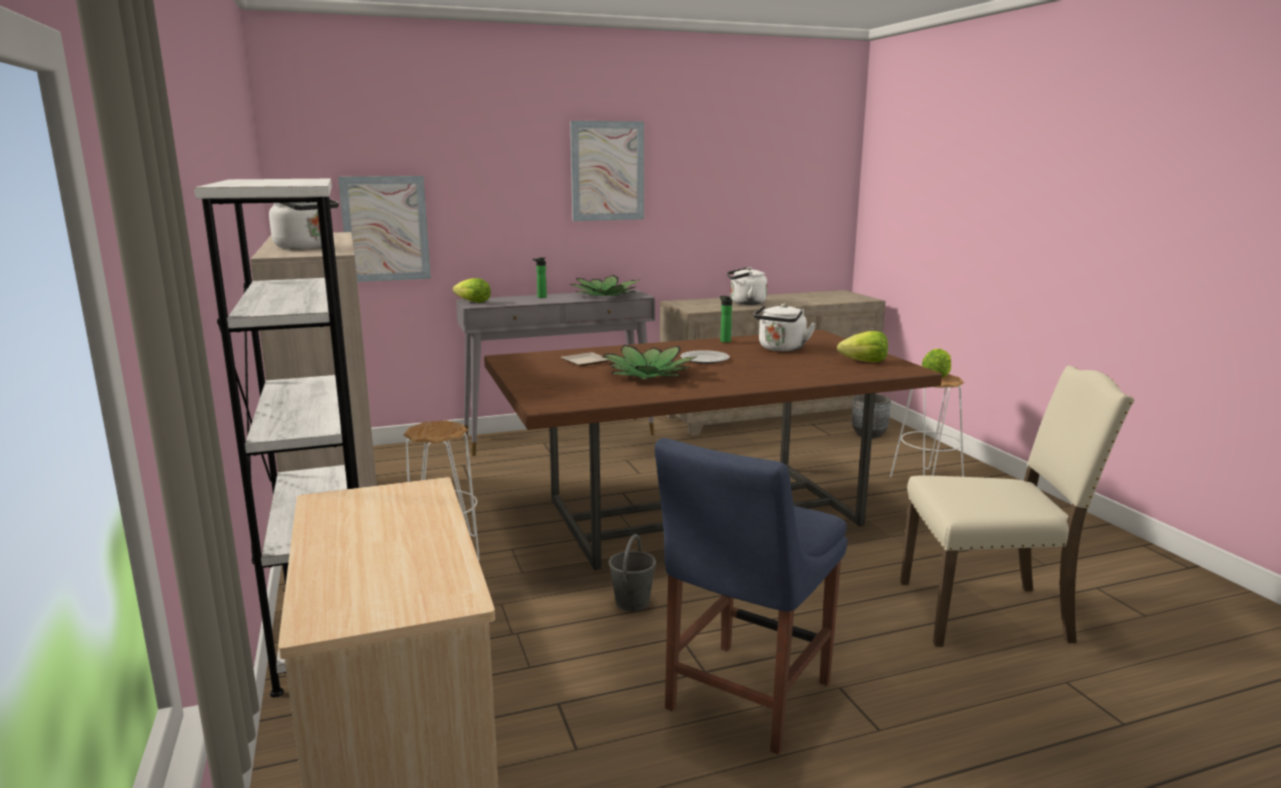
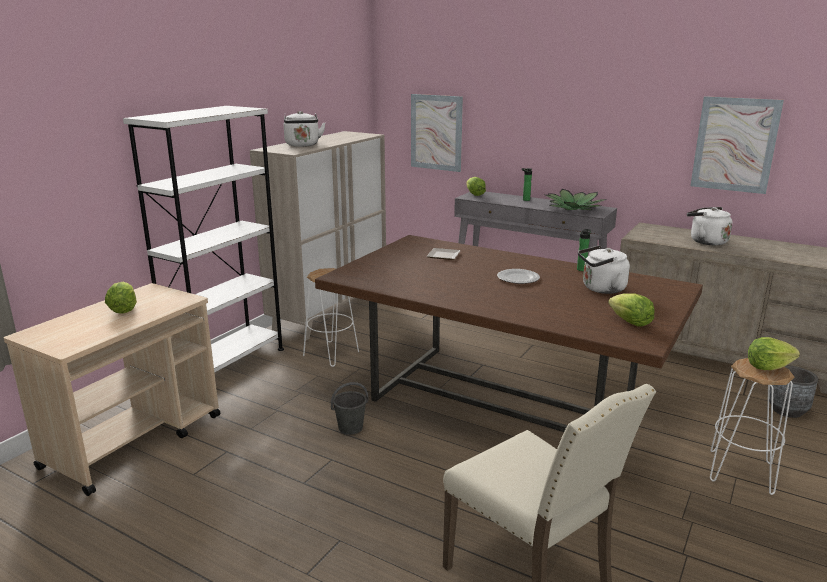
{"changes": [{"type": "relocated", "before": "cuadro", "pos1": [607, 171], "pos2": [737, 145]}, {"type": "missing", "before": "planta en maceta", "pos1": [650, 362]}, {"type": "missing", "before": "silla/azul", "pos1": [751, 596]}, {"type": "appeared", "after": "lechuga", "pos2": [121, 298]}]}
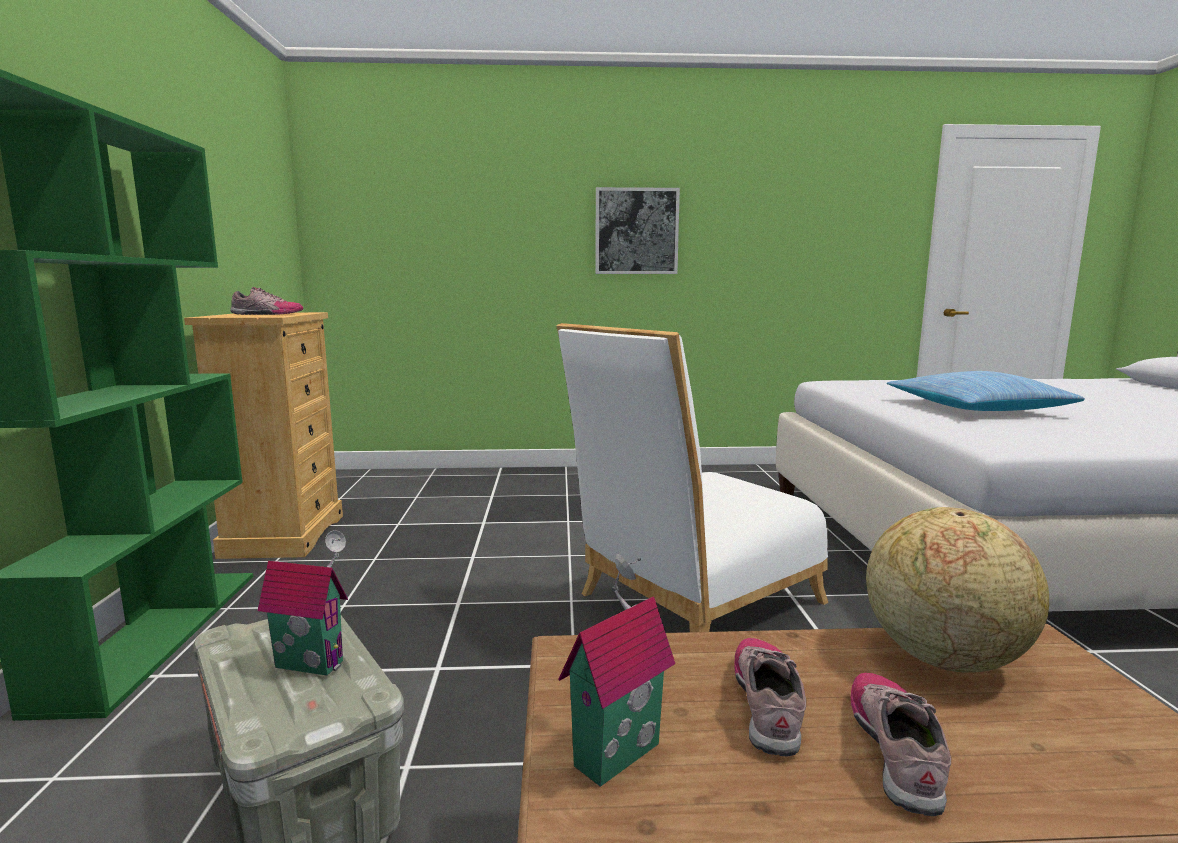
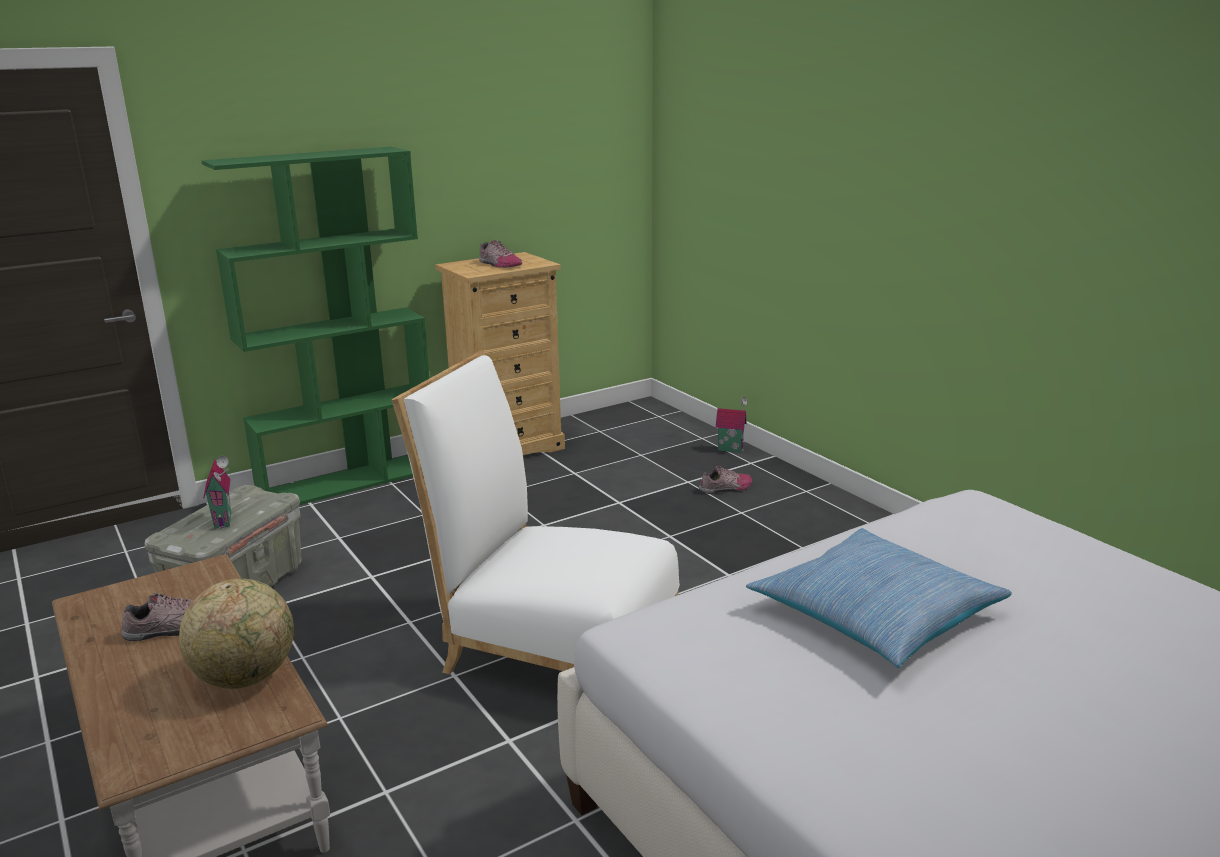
{"changes": [{"type": "missing", "before": "cuadro", "pos1": [638, 230]}, {"type": "relocated", "before": "casita", "pos1": [616, 670], "pos2": [732, 425]}, {"type": "relocated", "before": "zapato", "pos1": [901, 744], "pos2": [725, 480]}]}
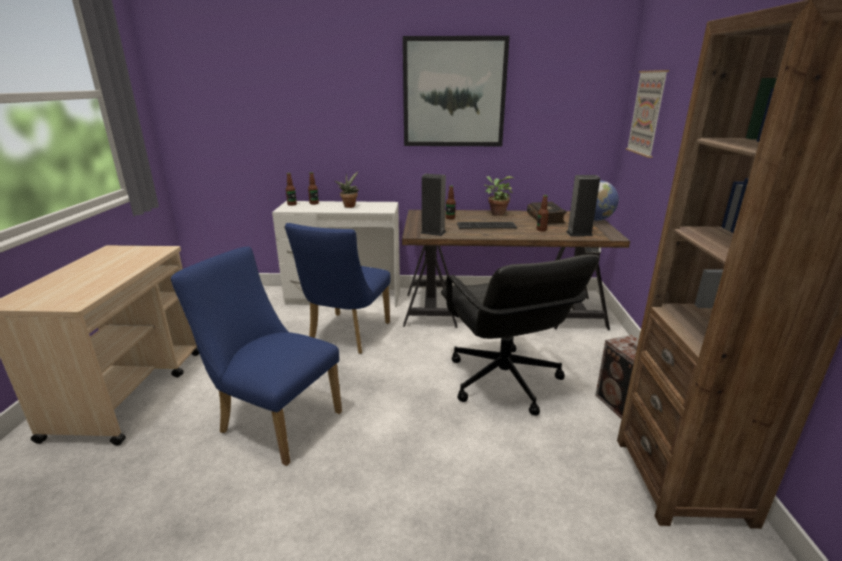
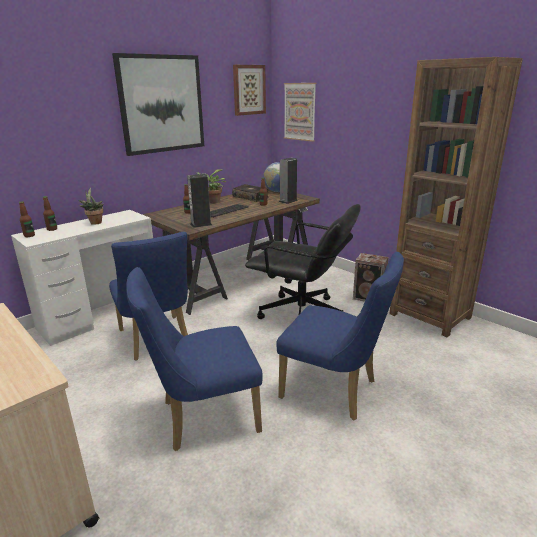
{"changes": [{"type": "appeared", "after": "cuadro", "pos2": [249, 90]}, {"type": "appeared", "after": "silla/azul", "pos2": [340, 336]}]}
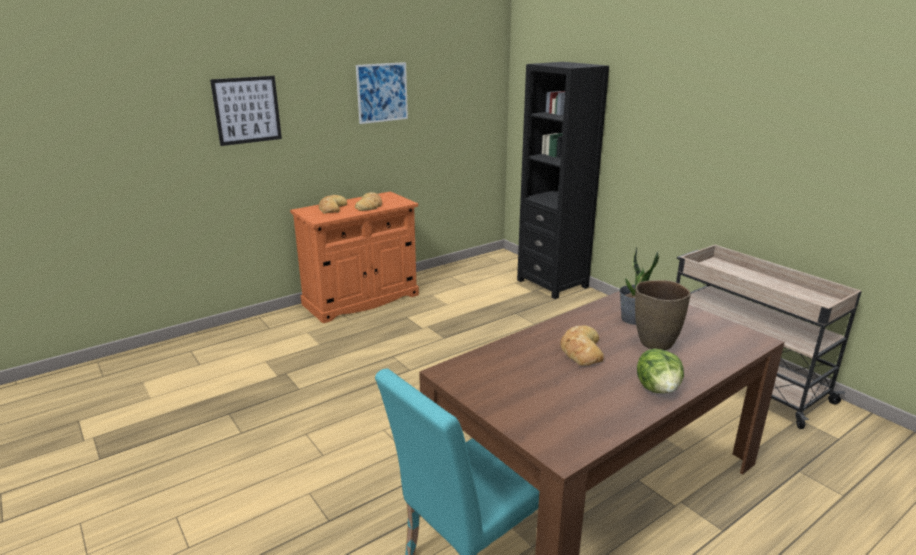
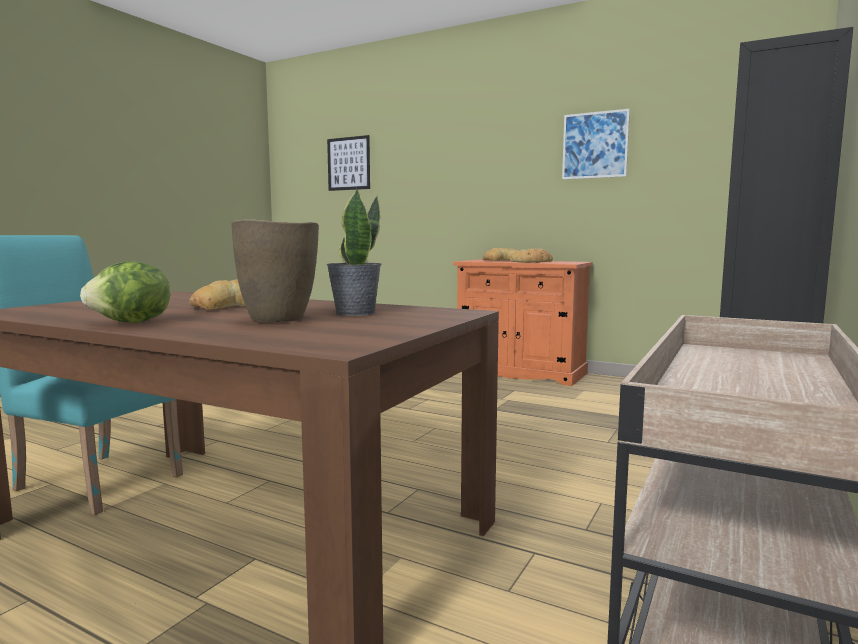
{"changes": [{"type": "relocated", "before": "cuadro", "pos1": [246, 111], "pos2": [348, 163]}]}
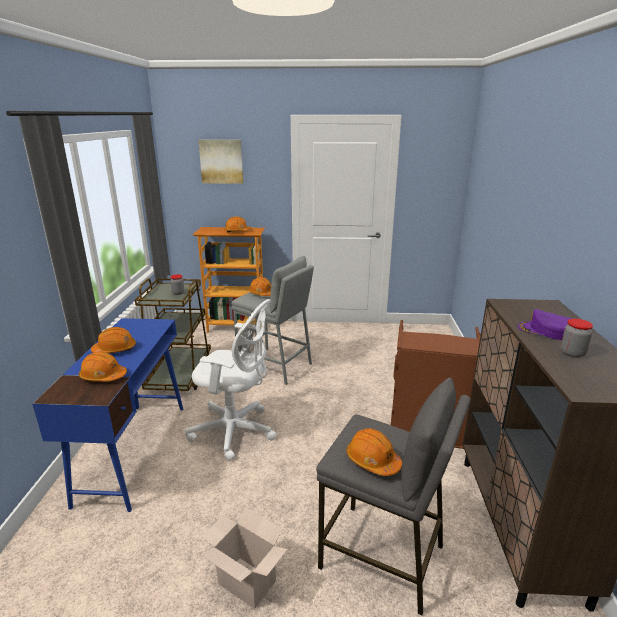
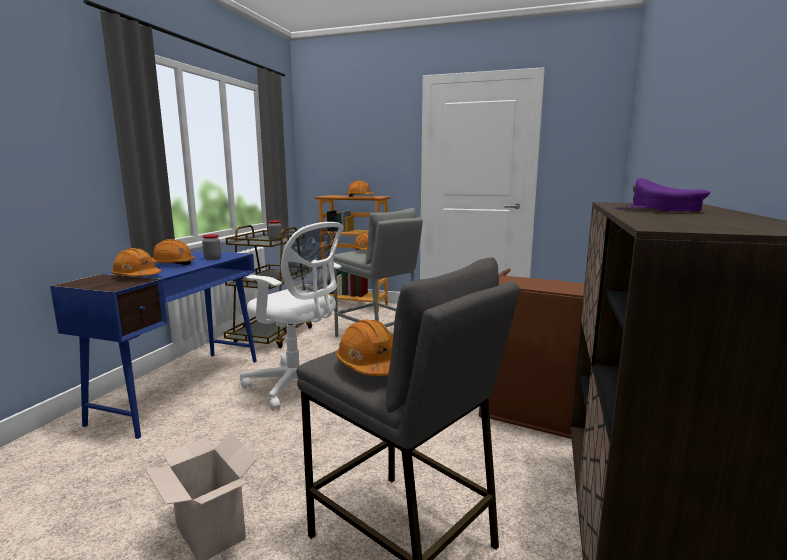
{"changes": [{"type": "missing", "before": "cuadro", "pos1": [220, 161]}, {"type": "relocated", "before": "tarro", "pos1": [577, 338], "pos2": [211, 247]}]}
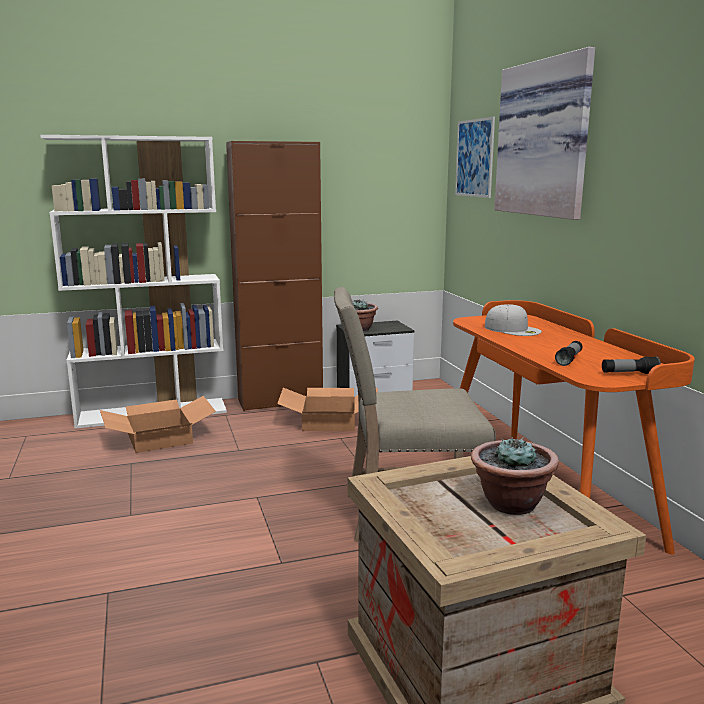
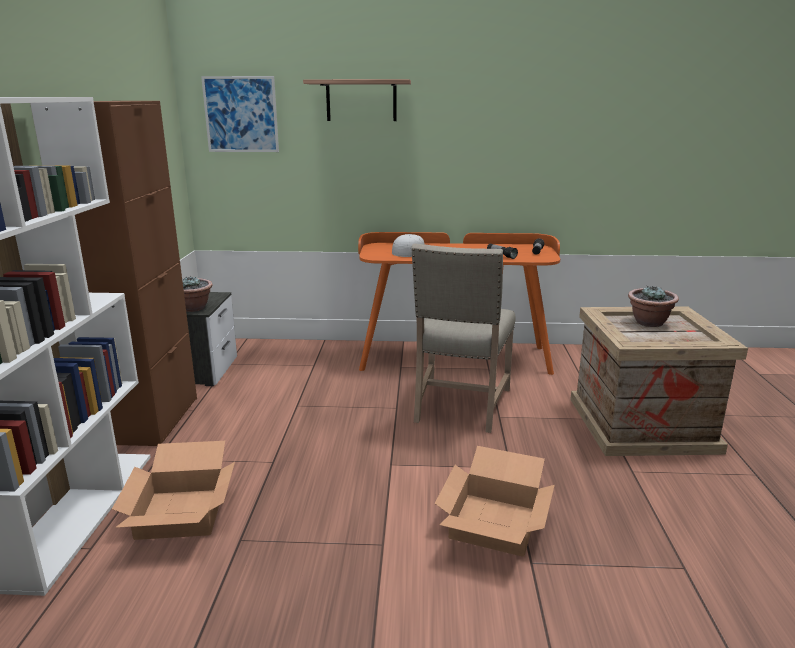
{"changes": [{"type": "exchanged", "before": "cuadro", "after": "estante", "pos1": [544, 133], "pos2": [357, 100]}, {"type": "relocated", "before": "caja de cartón", "pos1": [327, 409], "pos2": [495, 501]}]}
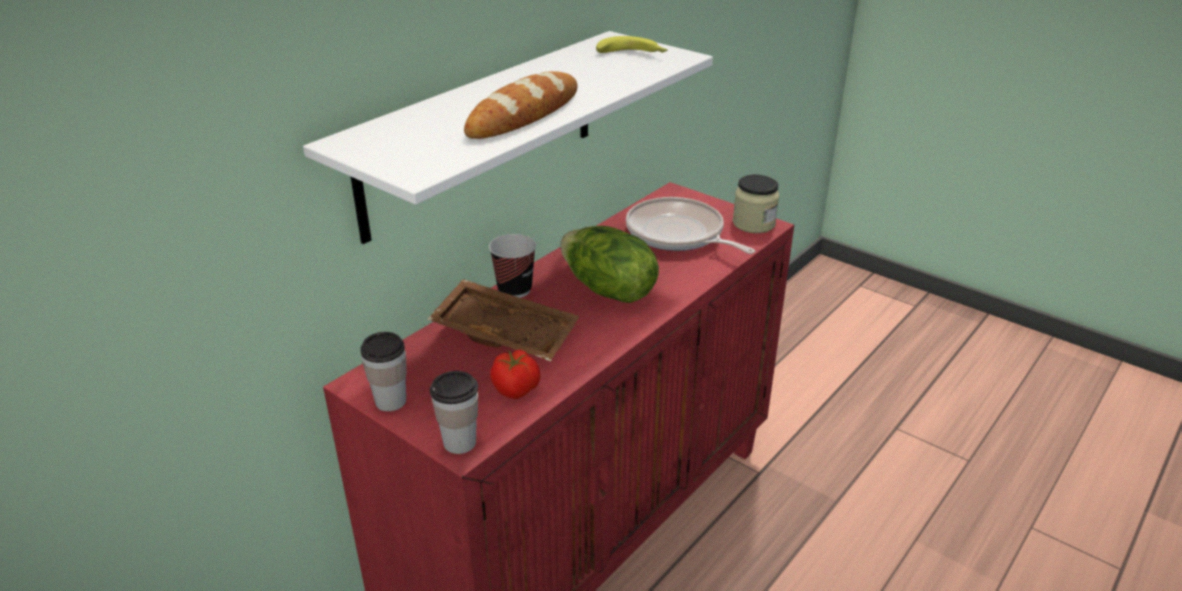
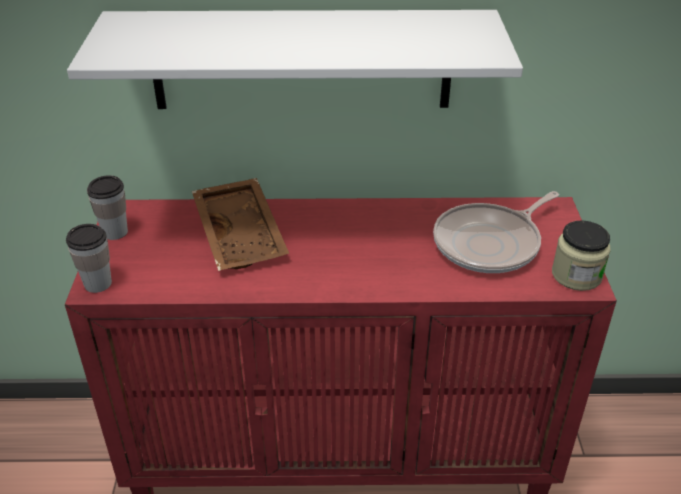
{"changes": [{"type": "missing", "before": "plátano", "pos1": [631, 44]}, {"type": "missing", "before": "pan", "pos1": [521, 105]}, {"type": "spun", "before": "sartén", "pos1": [690, 225], "pos2": [496, 232], "turn": -135}, {"type": "missing", "before": "lechuga", "pos1": [609, 264]}, {"type": "missing", "before": "taza", "pos1": [512, 266]}, {"type": "missing", "before": "tomate", "pos1": [515, 374]}]}
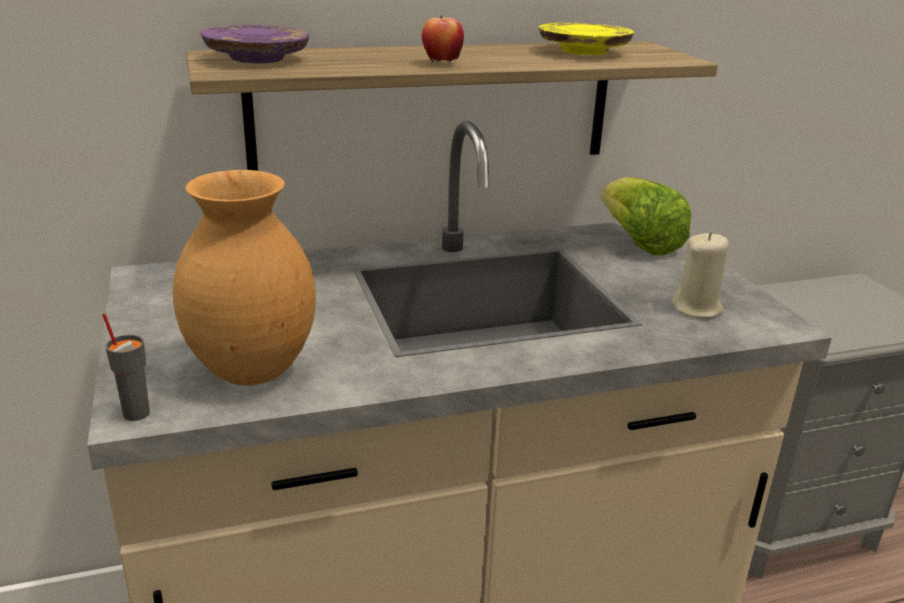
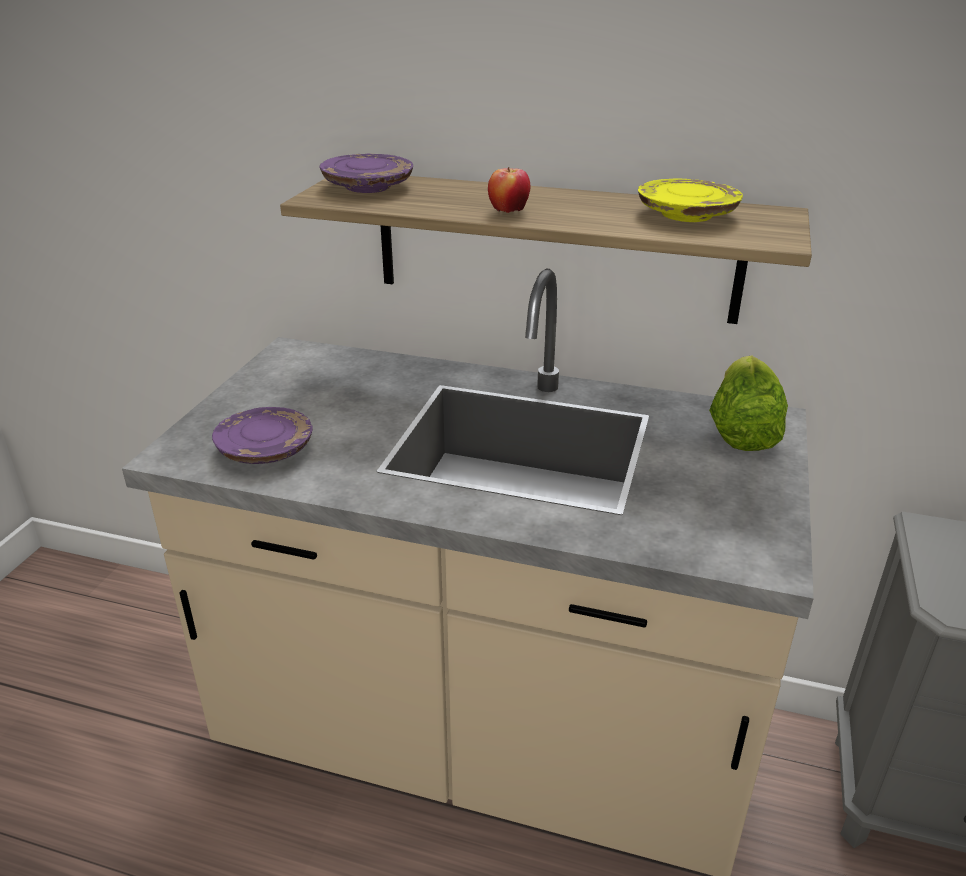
{"changes": [{"type": "exchanged", "before": "florero/marrón", "after": "plato/morado", "pos1": [244, 278], "pos2": [262, 435]}, {"type": "missing", "before": "vela/beis", "pos1": [700, 275]}, {"type": "missing", "before": "taza/gris", "pos1": [126, 367]}]}
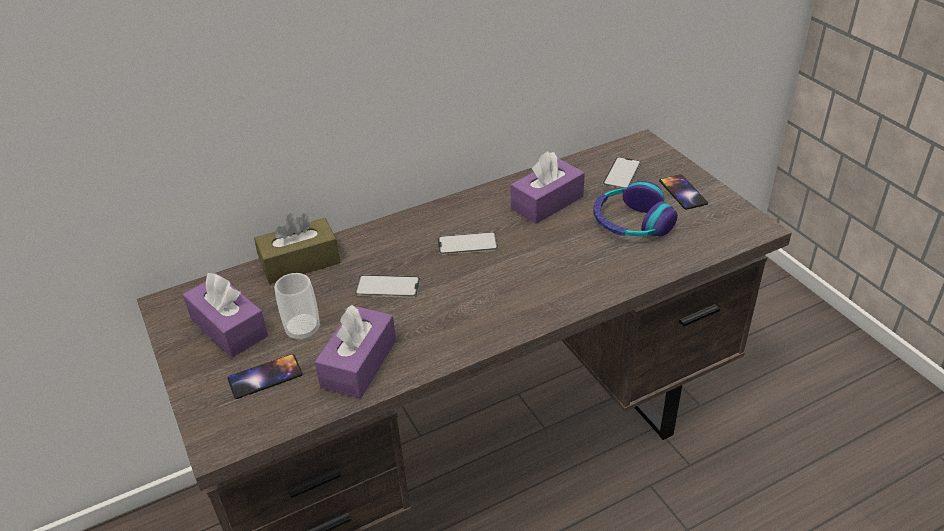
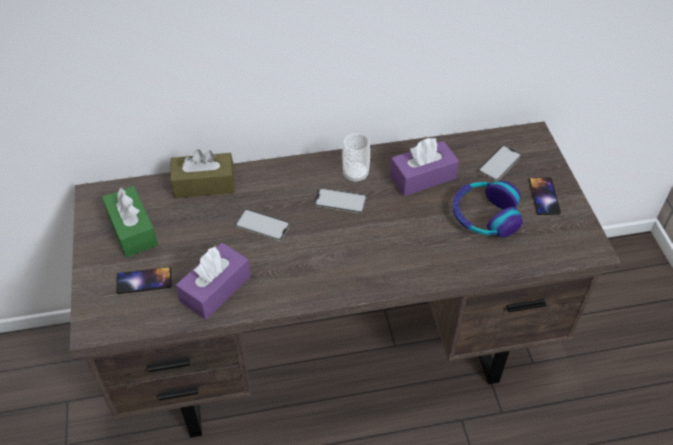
{"changes": [{"type": "colour", "before": "caja de pañuelos/morado", "after": "caja de pañuelos/verde", "pos1": [225, 315], "pos2": [130, 221]}, {"type": "relocated", "before": "taza", "pos1": [297, 307], "pos2": [356, 158]}]}
